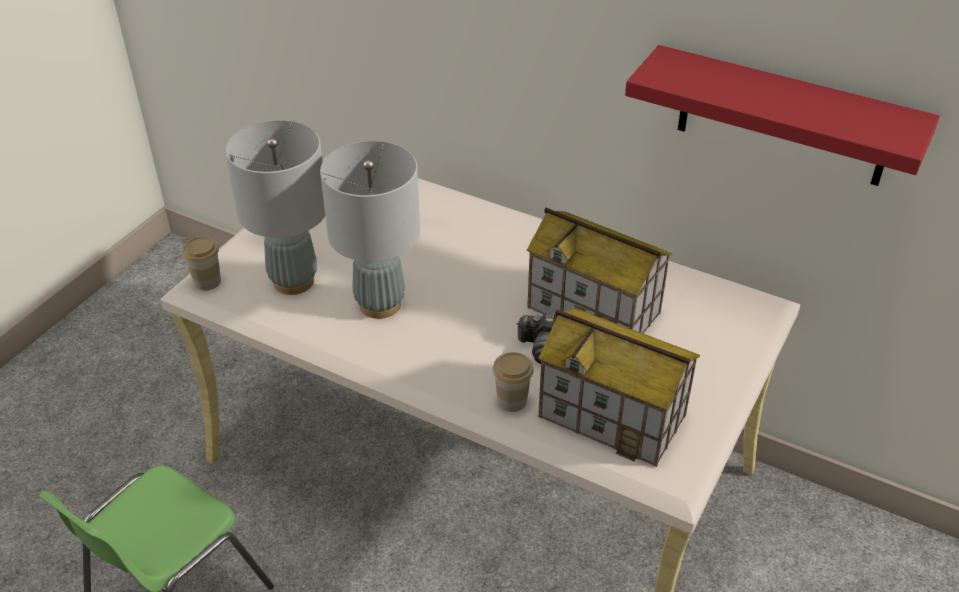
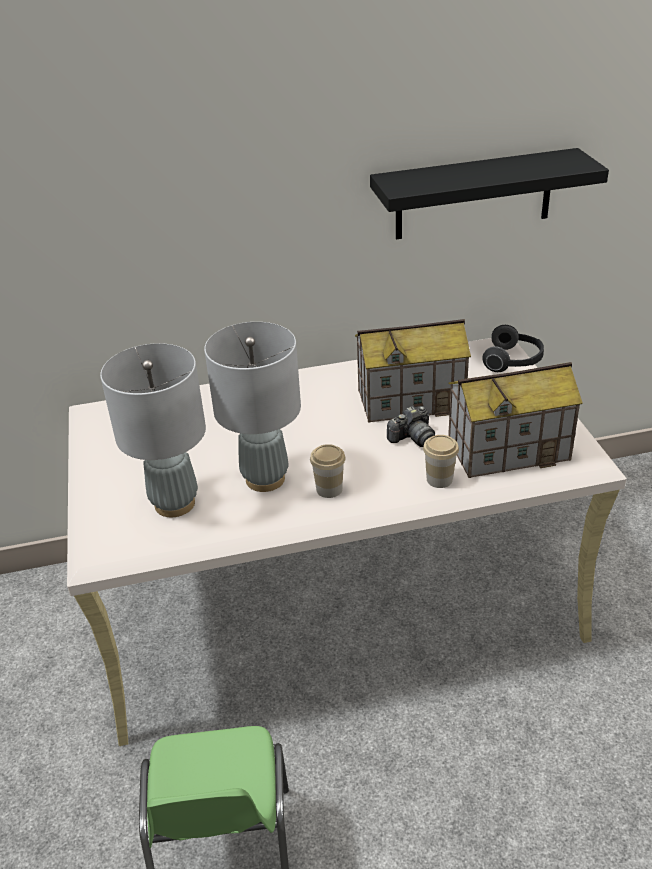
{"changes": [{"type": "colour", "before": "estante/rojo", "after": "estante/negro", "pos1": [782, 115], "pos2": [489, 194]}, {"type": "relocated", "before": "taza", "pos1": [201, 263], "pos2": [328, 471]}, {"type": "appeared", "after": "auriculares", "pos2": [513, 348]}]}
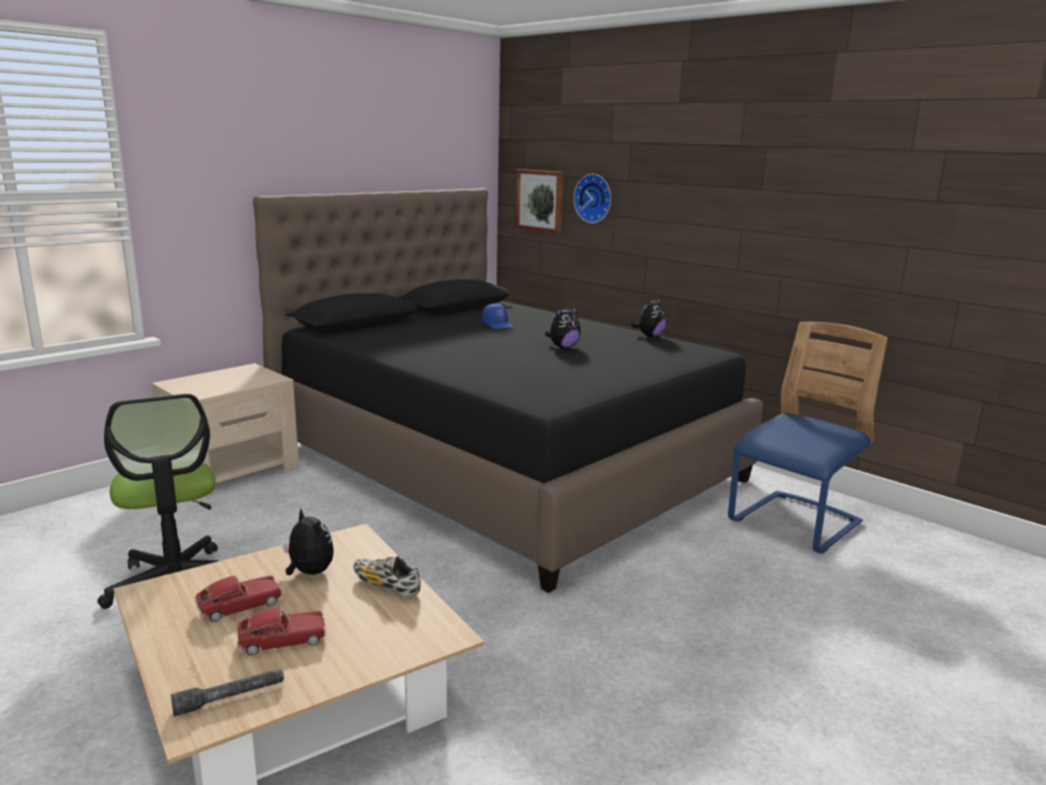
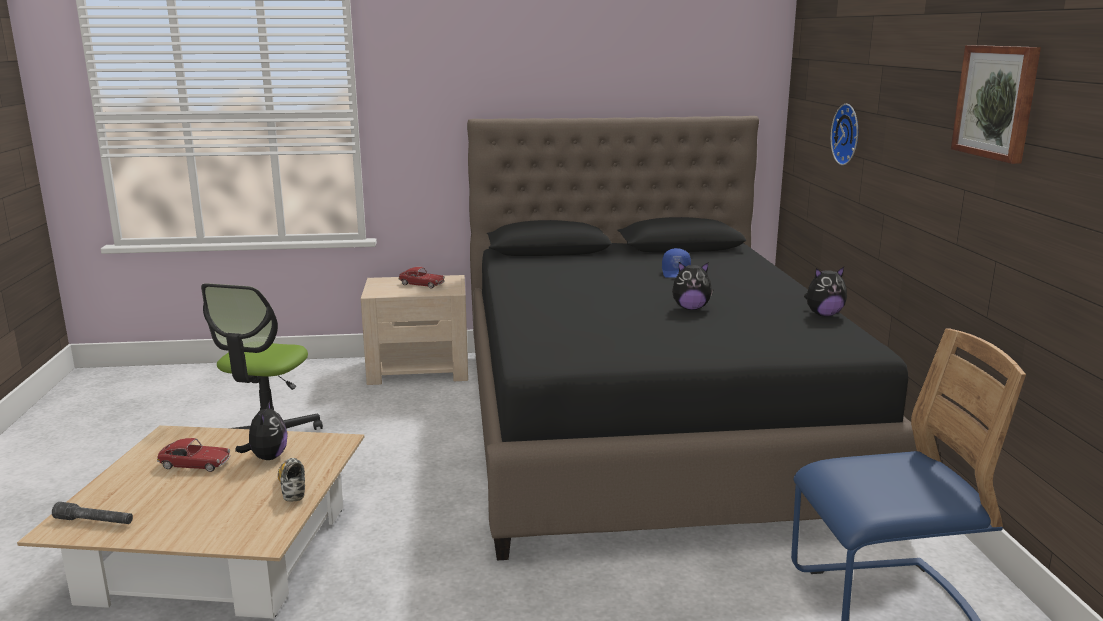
{"changes": [{"type": "relocated", "before": "cuadro", "pos1": [540, 201], "pos2": [996, 104]}, {"type": "relocated", "before": "coche de juguete", "pos1": [282, 631], "pos2": [422, 277]}]}
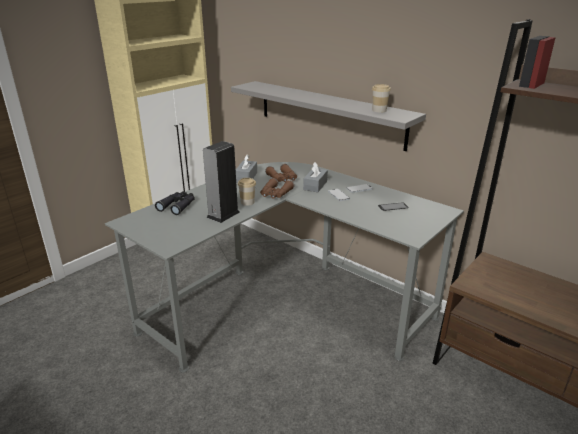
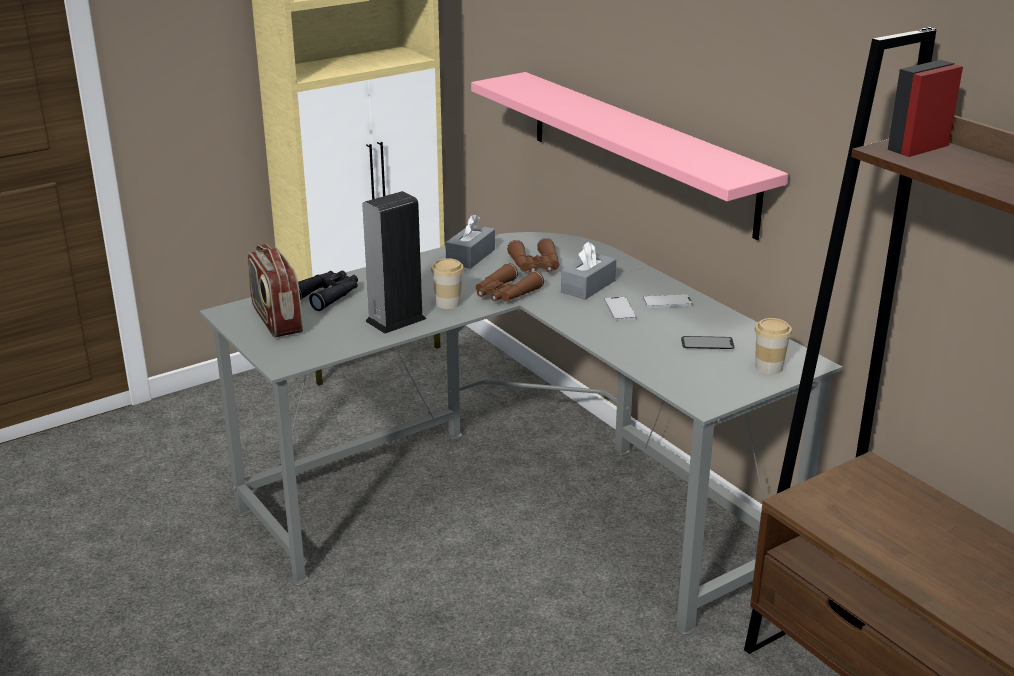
{"changes": [{"type": "colour", "before": "estante/gris", "after": "estante/rosa", "pos1": [328, 116], "pos2": [629, 156]}, {"type": "relocated", "before": "taza", "pos1": [381, 98], "pos2": [773, 346]}, {"type": "appeared", "after": "radio", "pos2": [275, 291]}]}
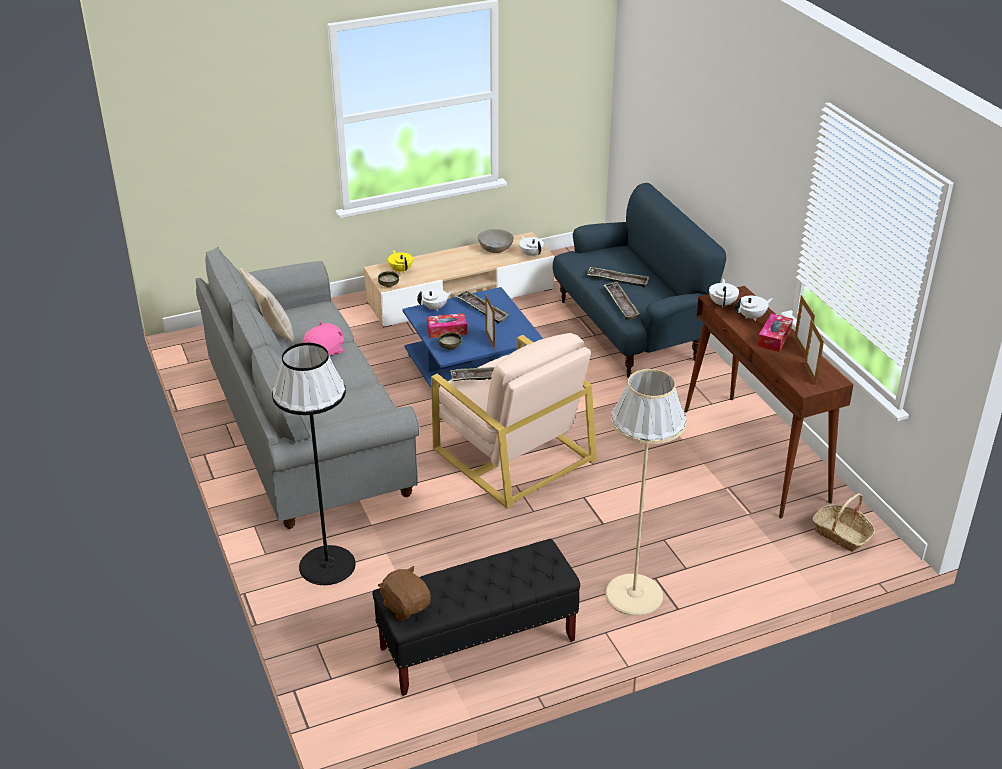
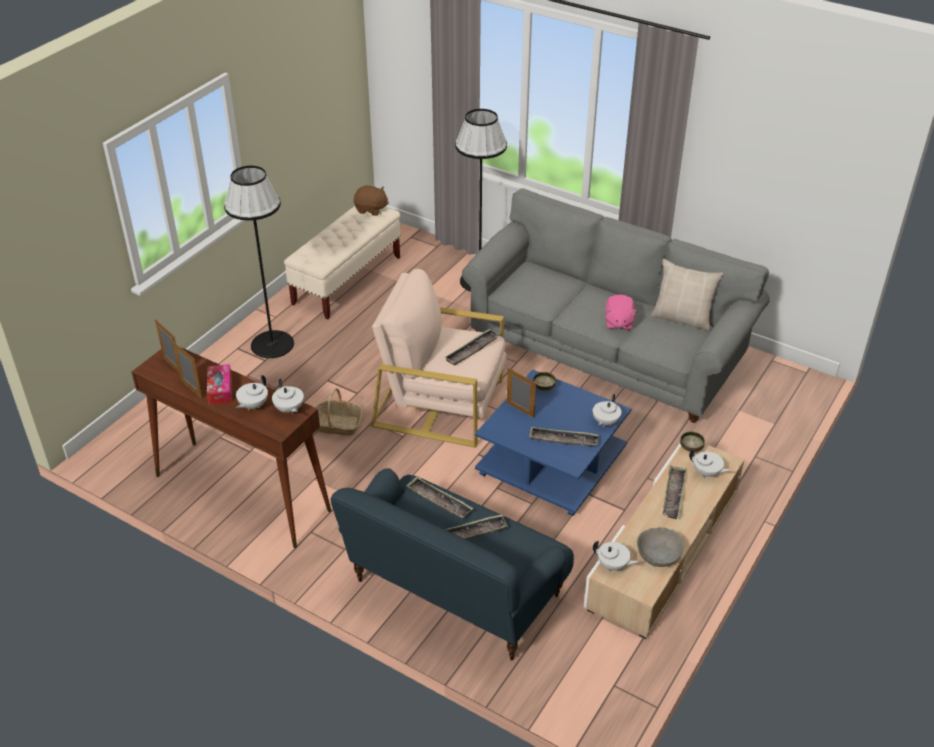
{"changes": [{"type": "colour", "before": "tetera/amarillo", "after": "tetera/blanco", "pos1": [400, 261], "pos2": [710, 463]}, {"type": "missing", "before": "caja de pañuelos", "pos1": [447, 325]}, {"type": "colour", "before": "lámpara de pie/beis", "after": "lámpara de pie/negro", "pos1": [646, 492], "pos2": [259, 262]}, {"type": "relocated", "before": "cesta", "pos1": [843, 522], "pos2": [338, 412]}, {"type": "colour", "before": "banco/negro", "after": "banco/beis", "pos1": [476, 617], "pos2": [342, 263]}, {"type": "appeared", "after": "bandeja", "pos2": [674, 492]}]}
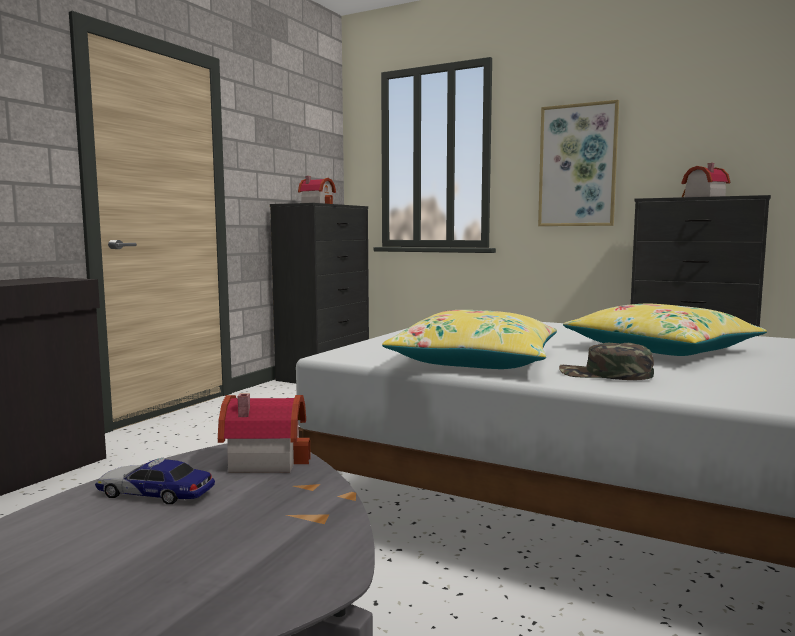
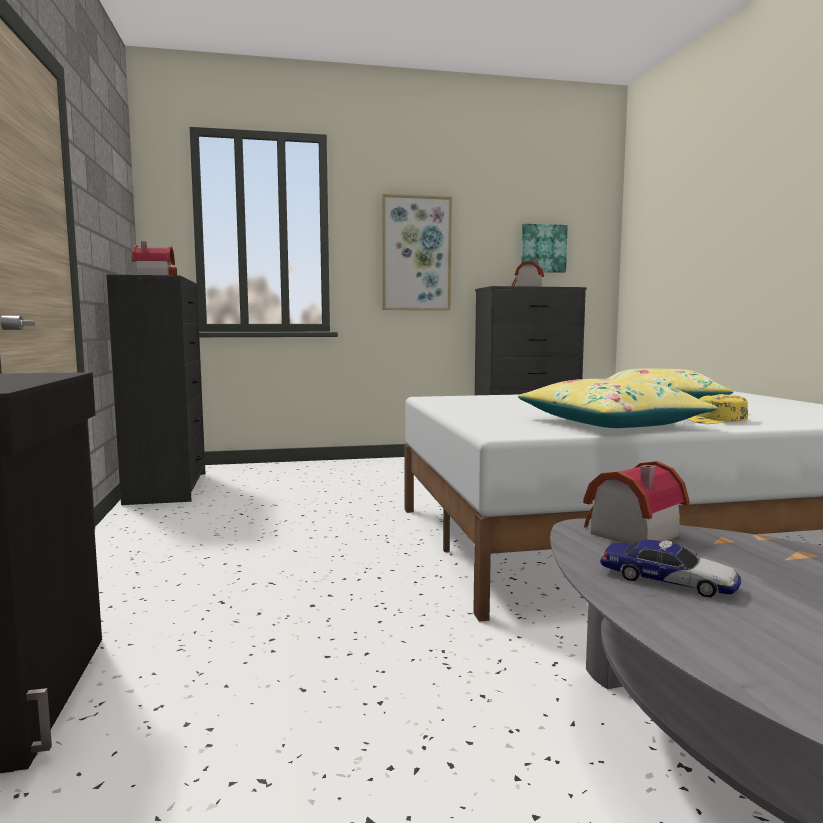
{"changes": [{"type": "colour", "before": "gorra/verde", "after": "gorra/amarillo", "pos1": [606, 361], "pos2": [717, 409]}, {"type": "spun", "before": "coche de juguete", "pos1": [155, 481], "pos2": [670, 568], "turn": -120}, {"type": "appeared", "after": "cuadro", "pos2": [544, 248]}]}
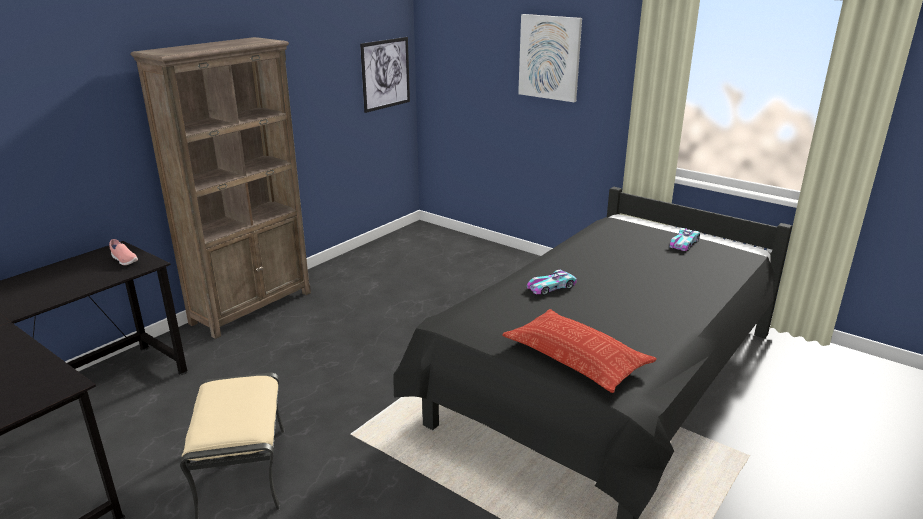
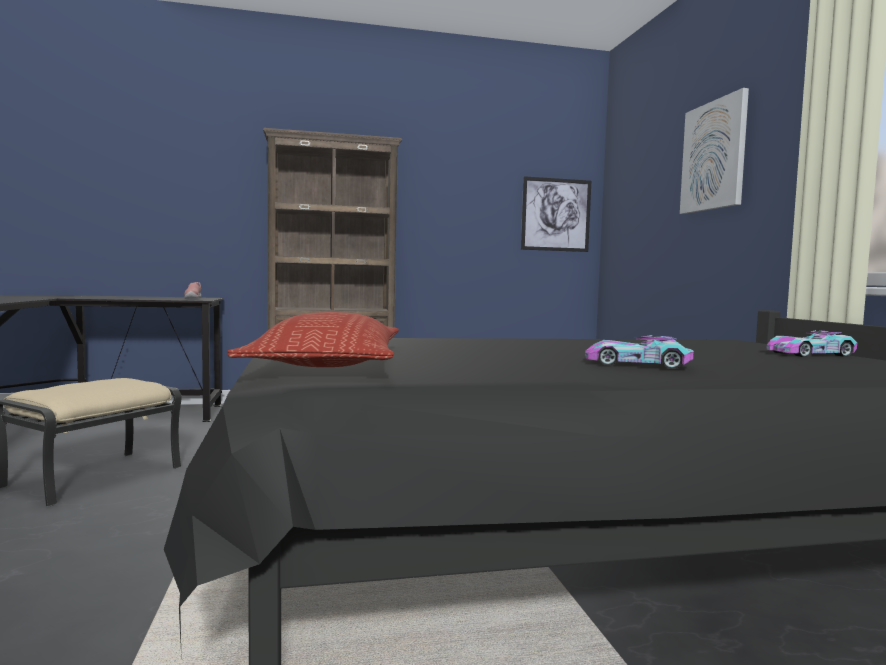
{"changes": [{"type": "relocated", "before": "coche de juguete", "pos1": [552, 282], "pos2": [639, 352]}]}
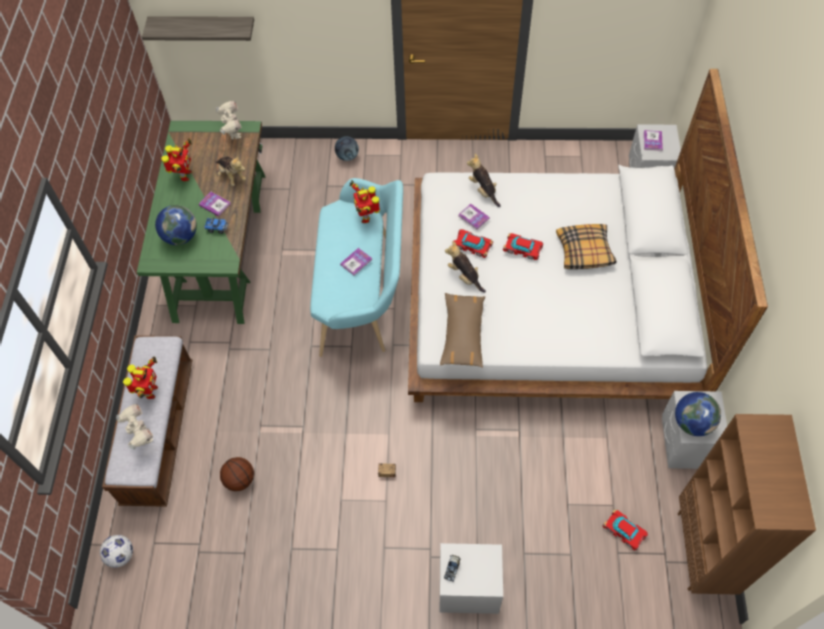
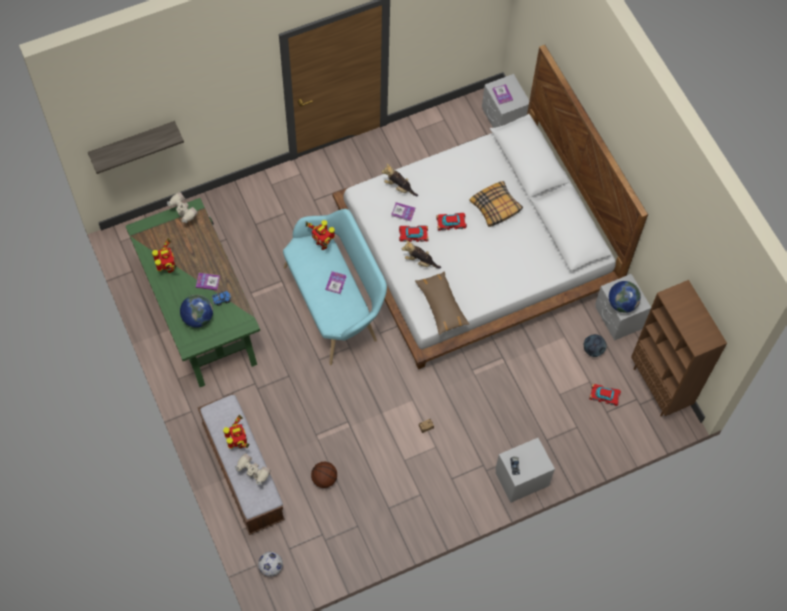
{"changes": [{"type": "relocated", "before": "balón de fútbol", "pos1": [347, 148], "pos2": [595, 345]}, {"type": "missing", "before": "peluche", "pos1": [230, 170]}]}
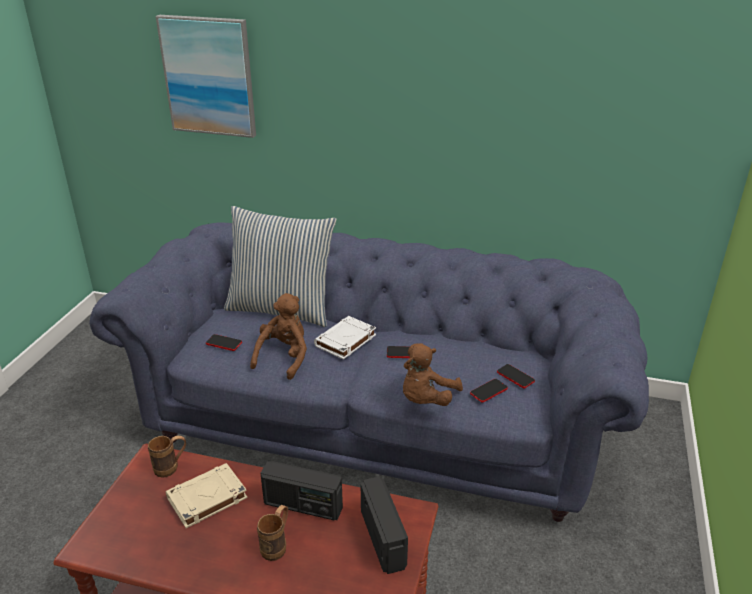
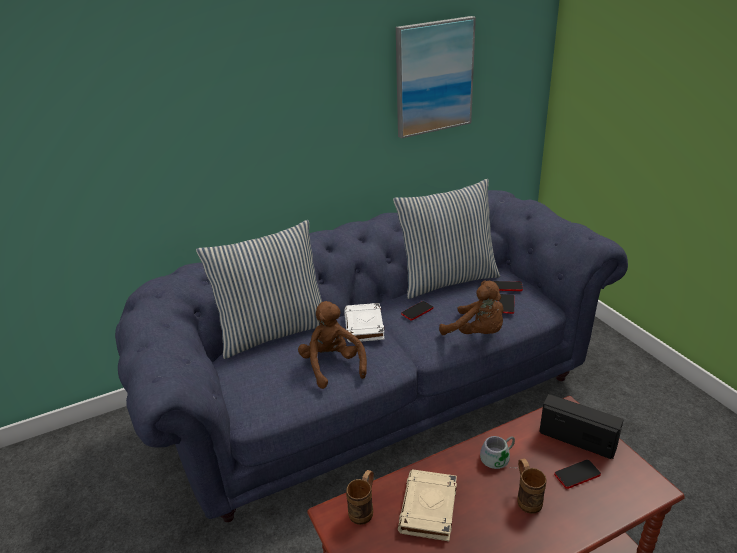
{"changes": [{"type": "relocated", "before": "cuadro", "pos1": [206, 76], "pos2": [436, 77]}, {"type": "relocated", "before": "móvil", "pos1": [224, 342], "pos2": [577, 474]}, {"type": "spun", "before": "peluche/marrón", "pos1": [433, 374], "pos2": [471, 308], "turn": -45}, {"type": "exchanged", "before": "radio", "after": "taza grande/gris", "pos1": [301, 490], "pos2": [498, 452]}, {"type": "appeared", "after": "cojín", "pos2": [446, 239]}]}
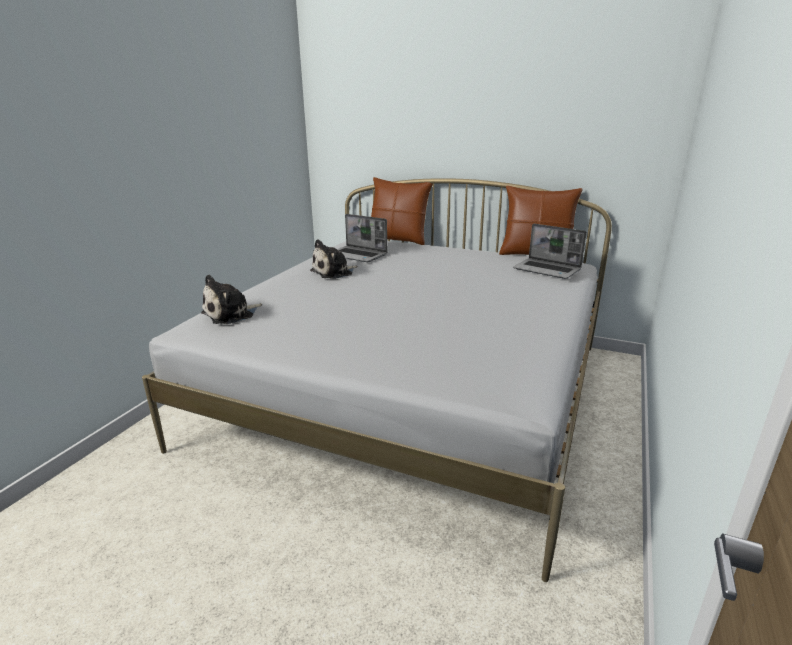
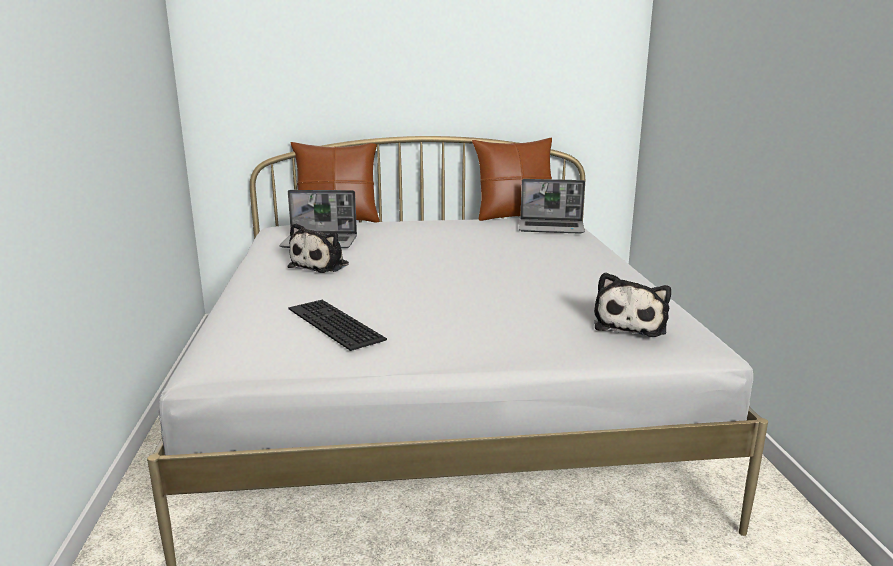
{"changes": [{"type": "relocated", "before": "peluche", "pos1": [231, 299], "pos2": [632, 304]}, {"type": "appeared", "after": "teclado", "pos2": [337, 325]}]}
